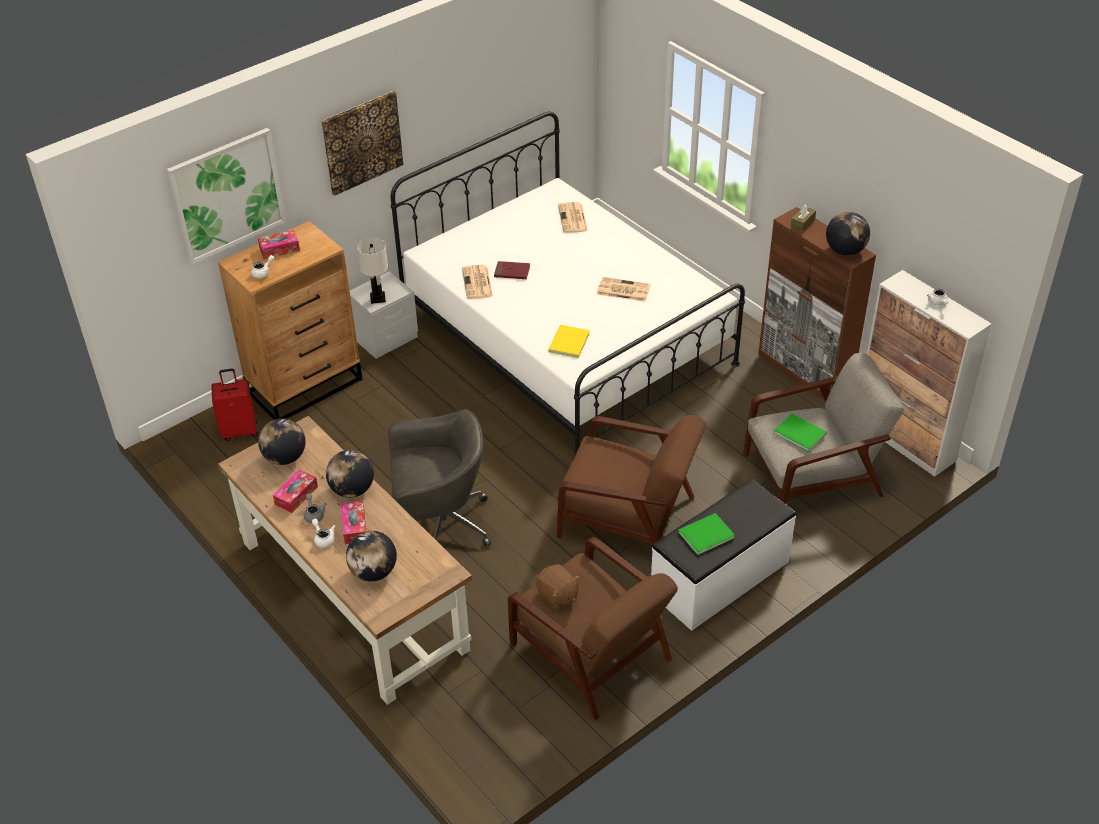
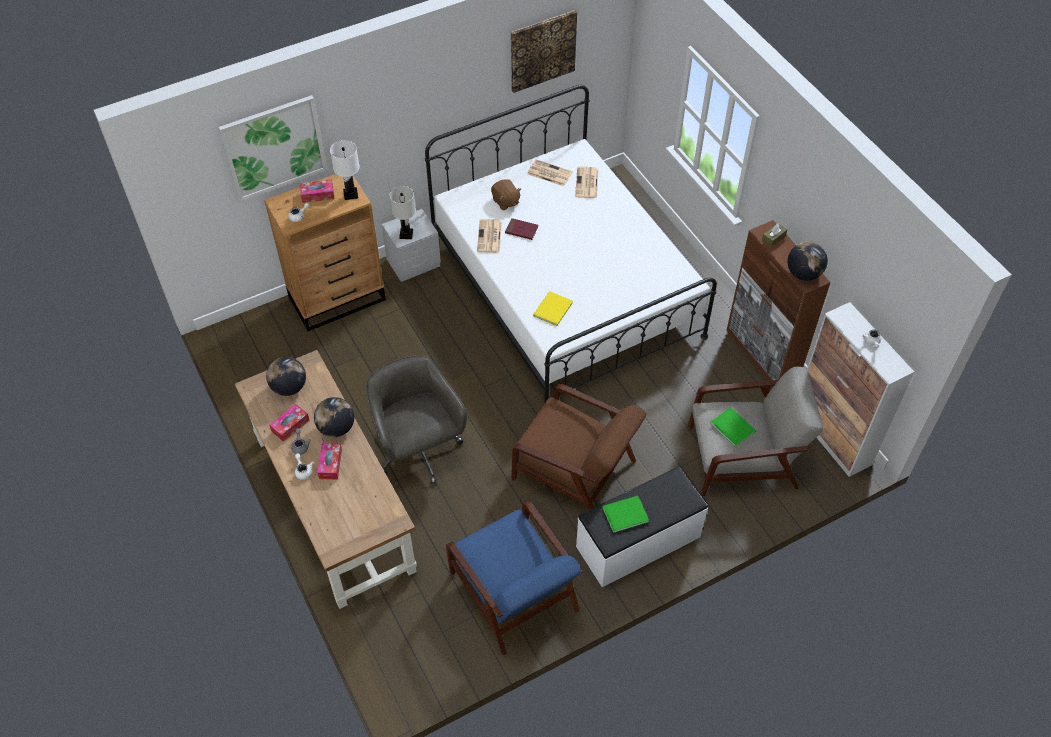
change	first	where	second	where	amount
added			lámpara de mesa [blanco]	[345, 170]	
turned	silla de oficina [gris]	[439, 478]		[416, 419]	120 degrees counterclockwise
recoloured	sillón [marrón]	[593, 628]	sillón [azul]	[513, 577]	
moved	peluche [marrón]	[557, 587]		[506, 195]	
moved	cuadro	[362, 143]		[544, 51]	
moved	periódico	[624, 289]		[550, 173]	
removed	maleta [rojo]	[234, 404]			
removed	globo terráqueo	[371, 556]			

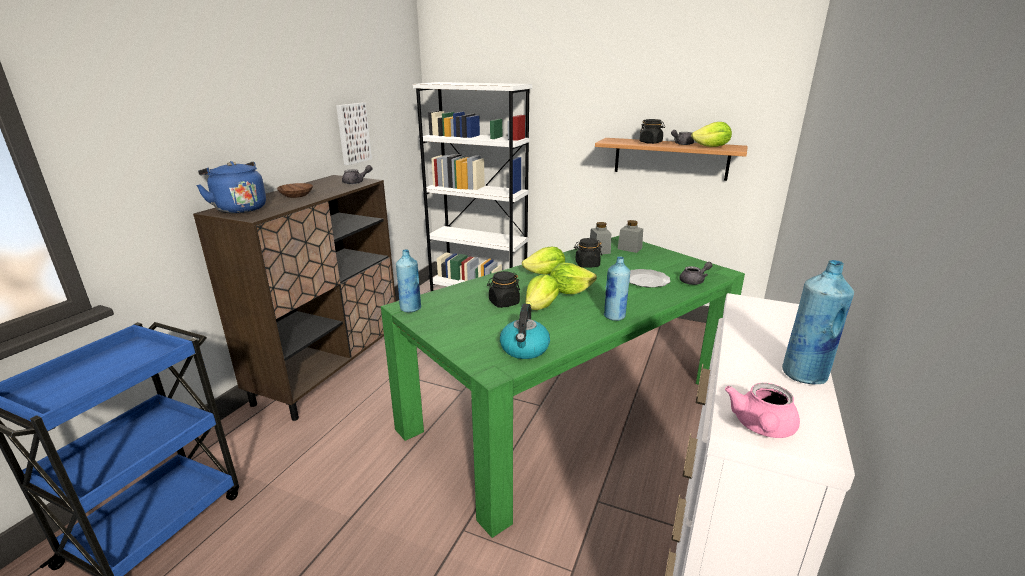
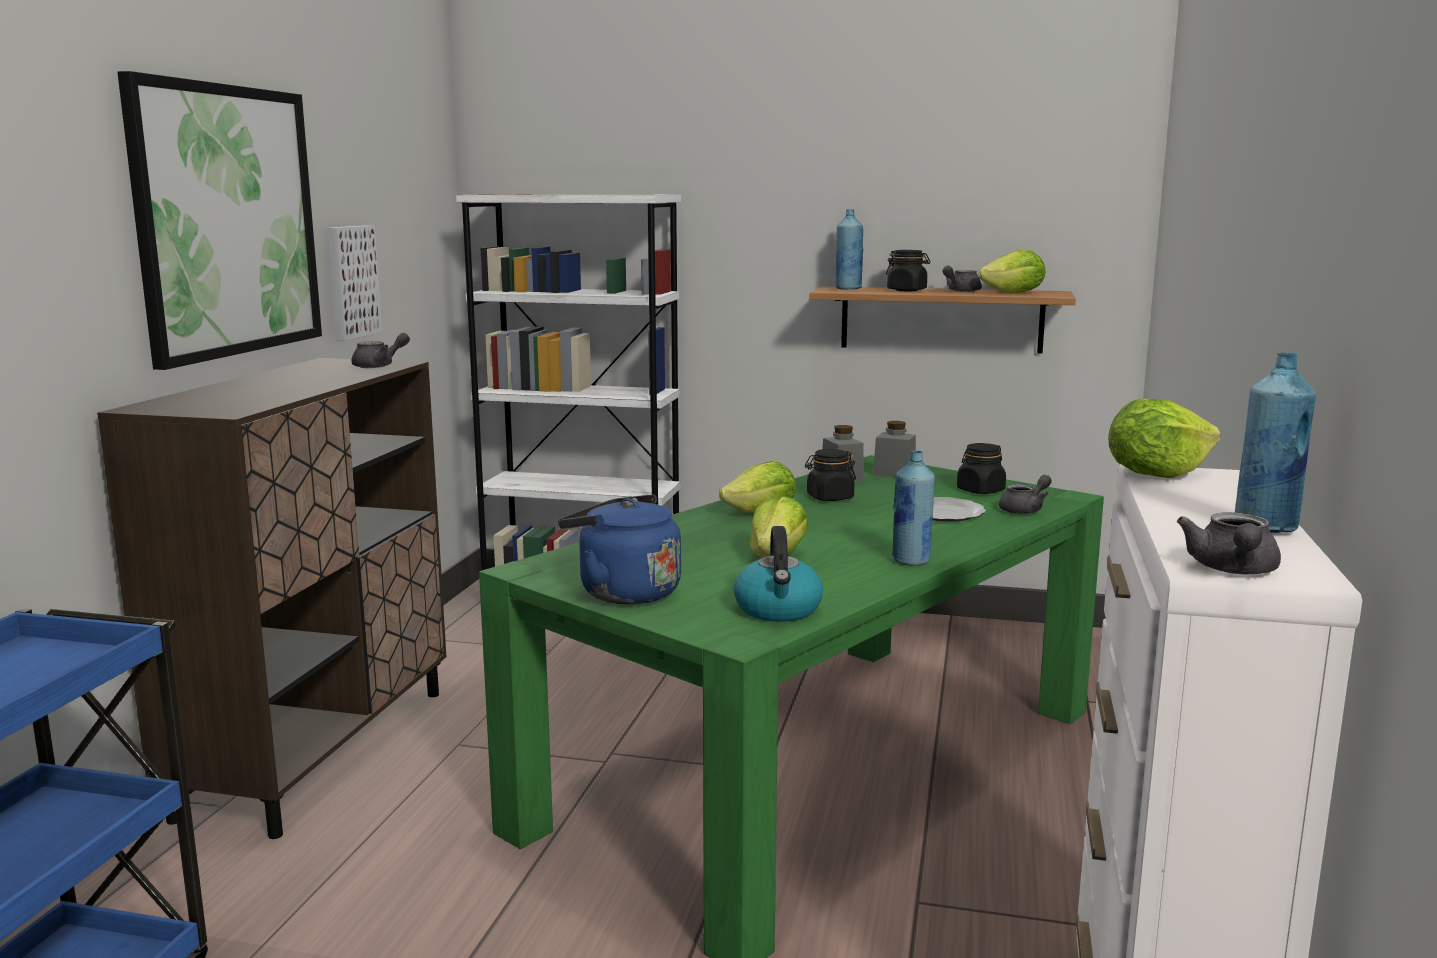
change	first	where	second	where	amount
added			cuadro	[219, 220]	
moved	hervidor [azul]	[231, 187]		[619, 550]	
moved	botella [azul]	[408, 281]		[849, 249]	
moved	tarro [negro]	[503, 289]		[981, 468]	
moved	lechuga	[573, 278]		[1164, 438]	
recoloured	tetera [rosa]	[762, 410]	tetera [gris]	[1229, 543]	
removed	cuenco [marrón]	[295, 190]			

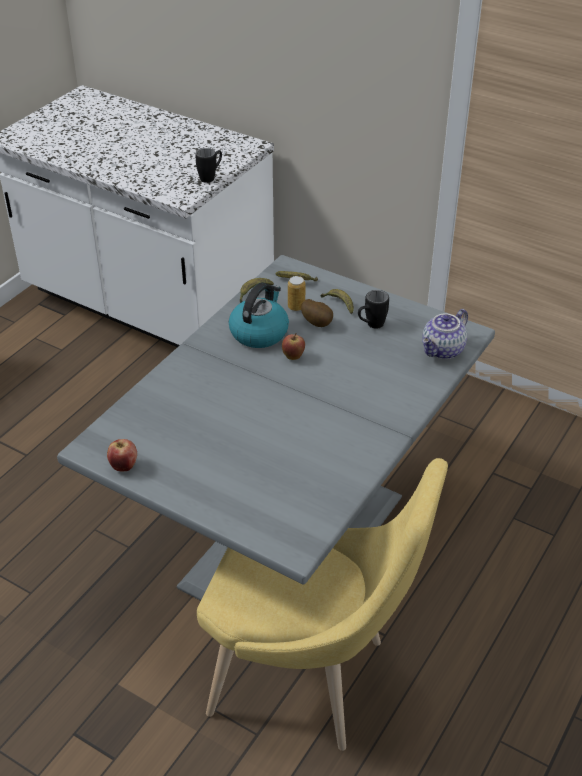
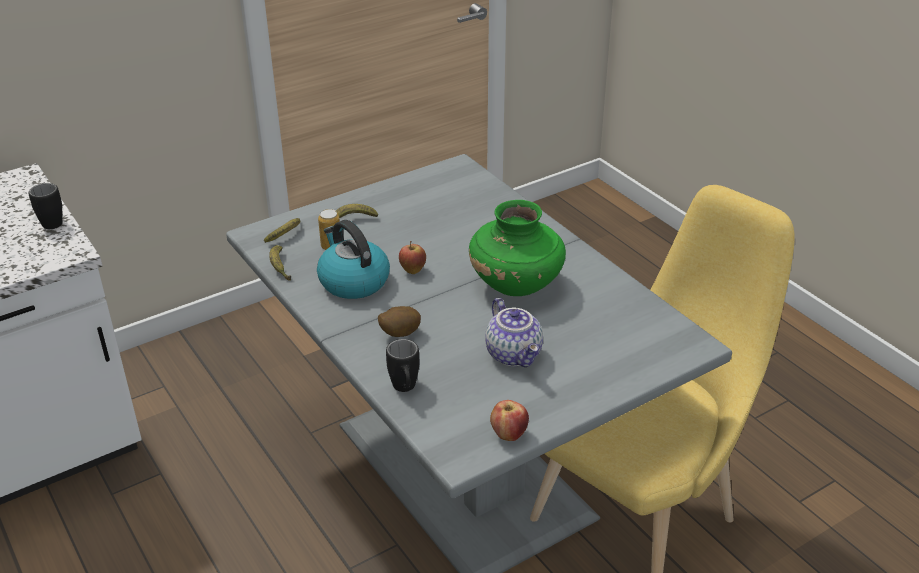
change	first	where	second	where	amount
moved	patata	[317, 313]		[399, 321]	
moved	taza grande [negro]	[373, 309]		[402, 365]	
added			florero [verde]	[517, 248]	
moved	tetera	[445, 334]		[514, 332]	

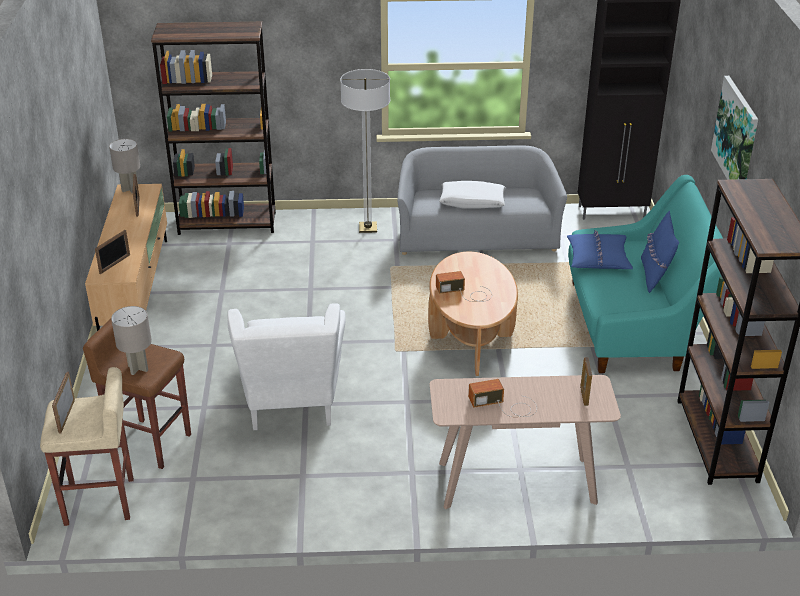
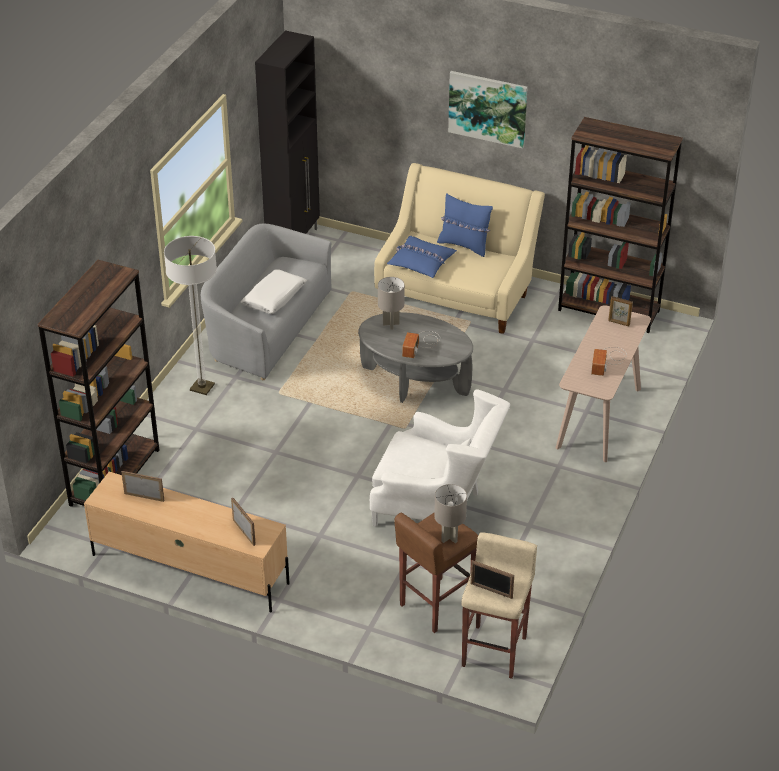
change	first	where	second	where	amount
recoloured	mesa de centro [marrón]	[473, 314]	mesa de centro [gris]	[415, 357]	
recoloured	sofá [turquesa]	[645, 274]	sofá [beis]	[459, 248]	
moved	lámpara de mesa [gris]	[124, 166]		[391, 303]	

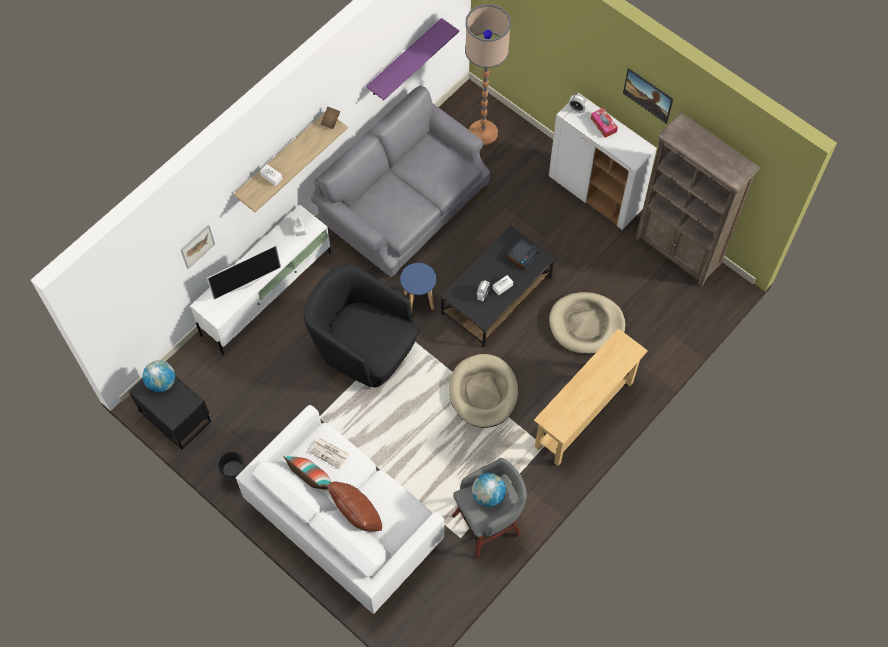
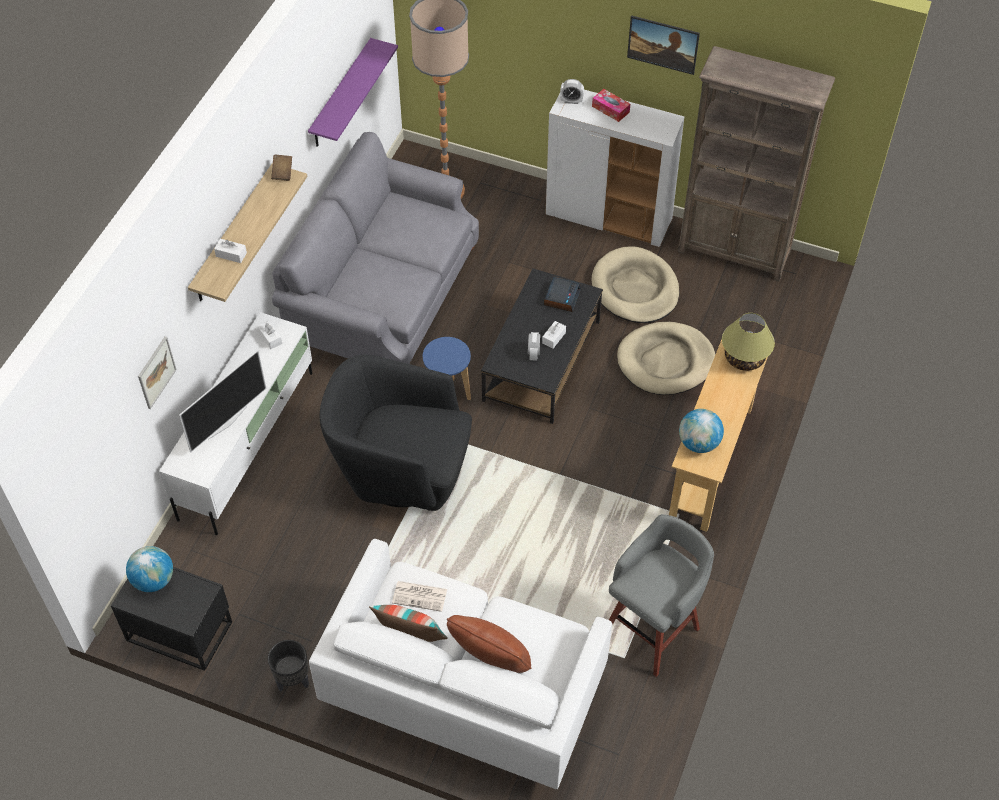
change	first	where	second	where	amount
moved	cama para perro [beis]	[483, 391]		[635, 285]	
moved	globo terráqueo	[489, 490]		[701, 431]	
added			lámpara de mesa	[748, 342]	

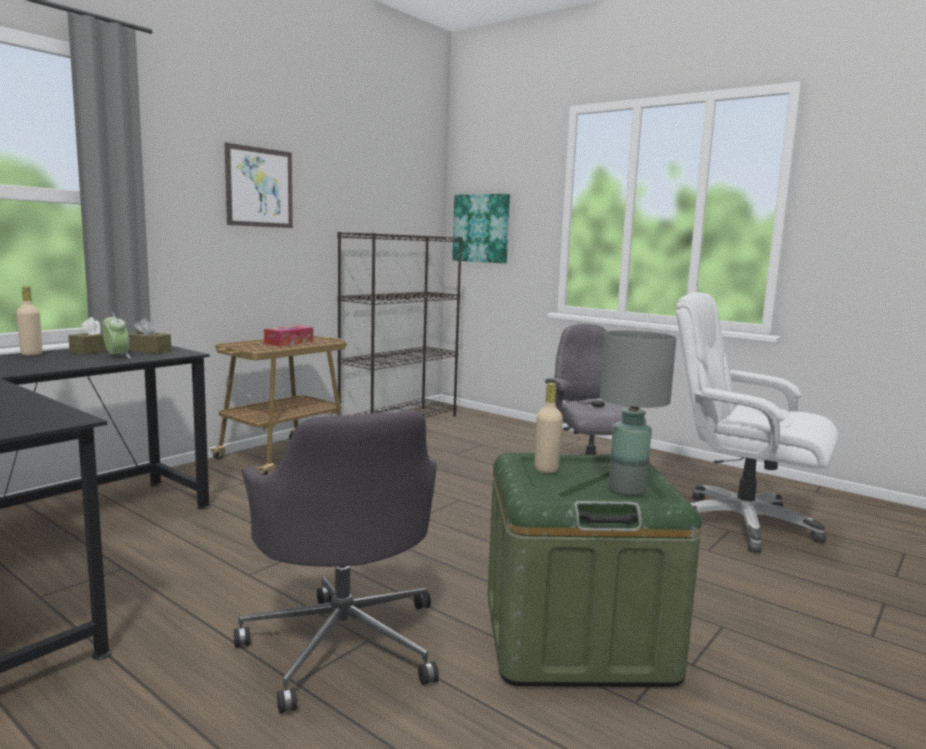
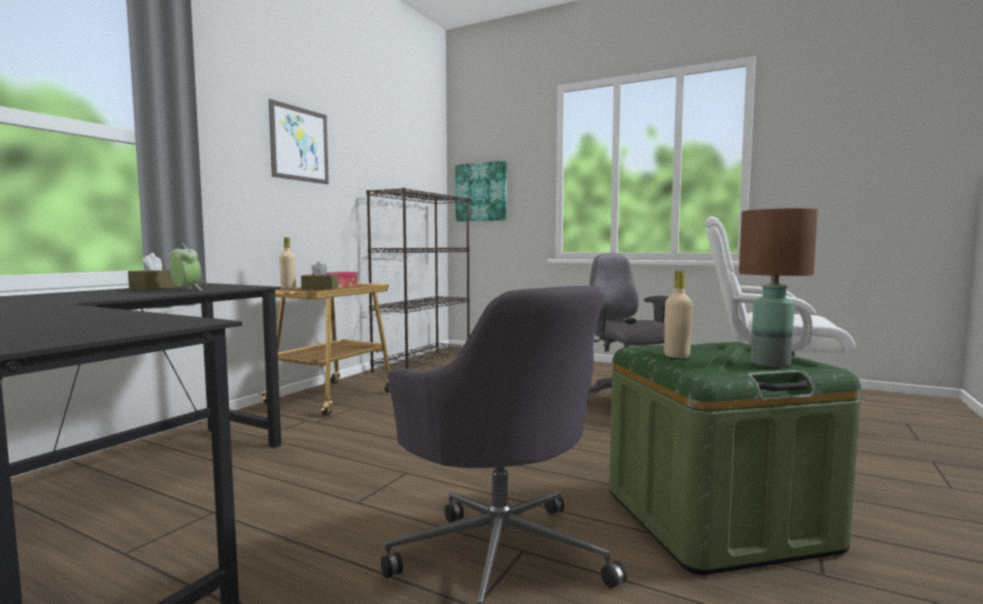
change	first	where	second	where	amount
moved	botella [beis]	[29, 321]		[287, 263]	
moved	caja de pañuelos [marrón]	[149, 336]		[319, 276]	
recoloured	lámpara de mesa [gris]	[638, 413]	lámpara de mesa [marrón]	[778, 287]	

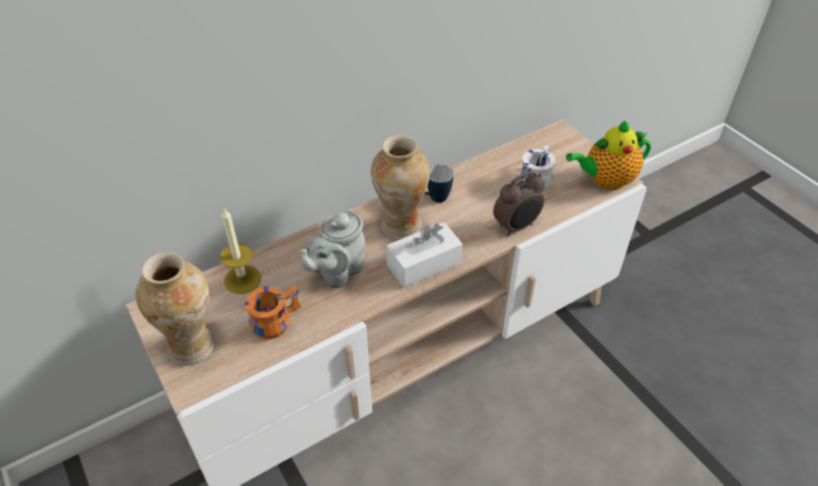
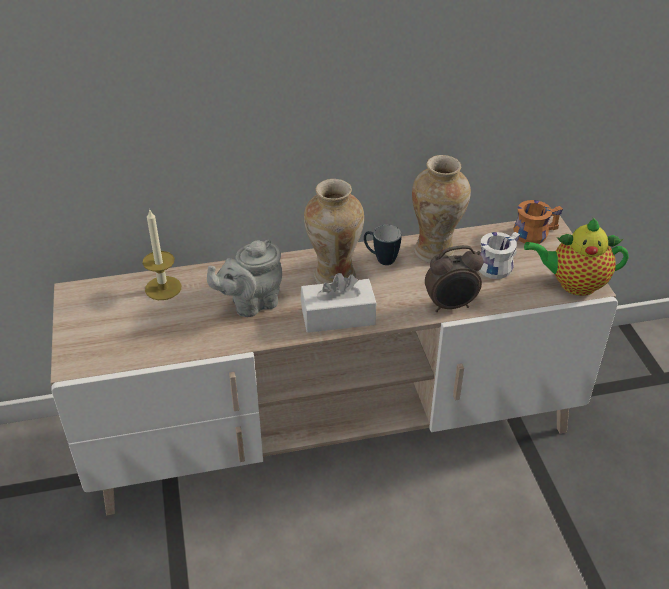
change	first	where	second	where	amount
moved	florero	[175, 308]		[441, 209]	
moved	taza grande [naranja]	[273, 312]		[538, 222]	

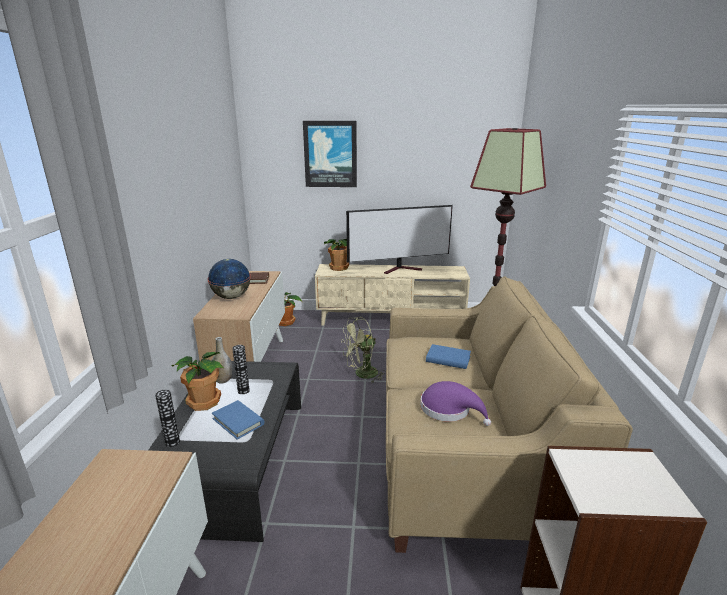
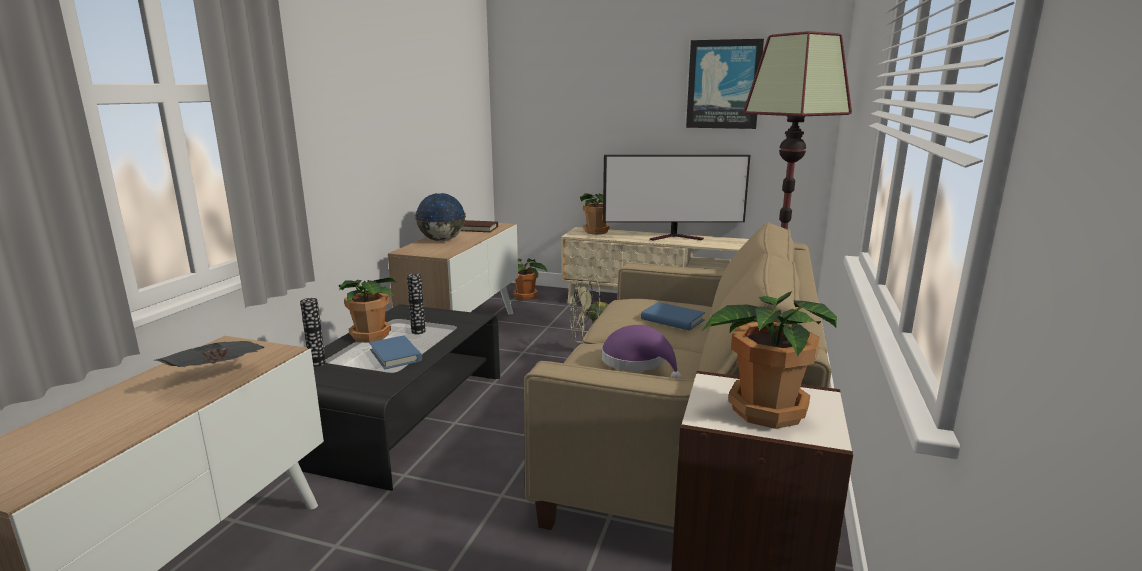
change	first	where	second	where	amount
added			periódico	[209, 354]	
moved	cuadro	[330, 154]		[725, 84]	
added			planta en maceta	[769, 360]	
removed	florero [gris]	[222, 360]			

